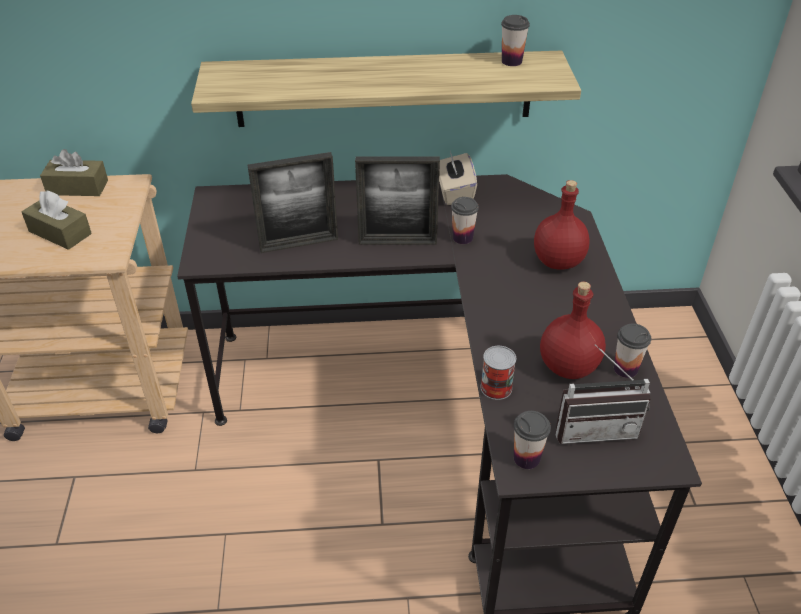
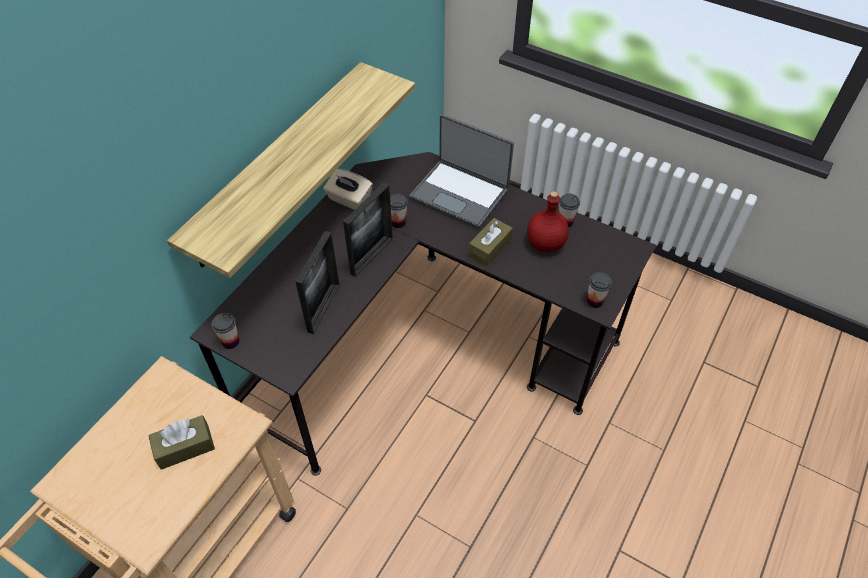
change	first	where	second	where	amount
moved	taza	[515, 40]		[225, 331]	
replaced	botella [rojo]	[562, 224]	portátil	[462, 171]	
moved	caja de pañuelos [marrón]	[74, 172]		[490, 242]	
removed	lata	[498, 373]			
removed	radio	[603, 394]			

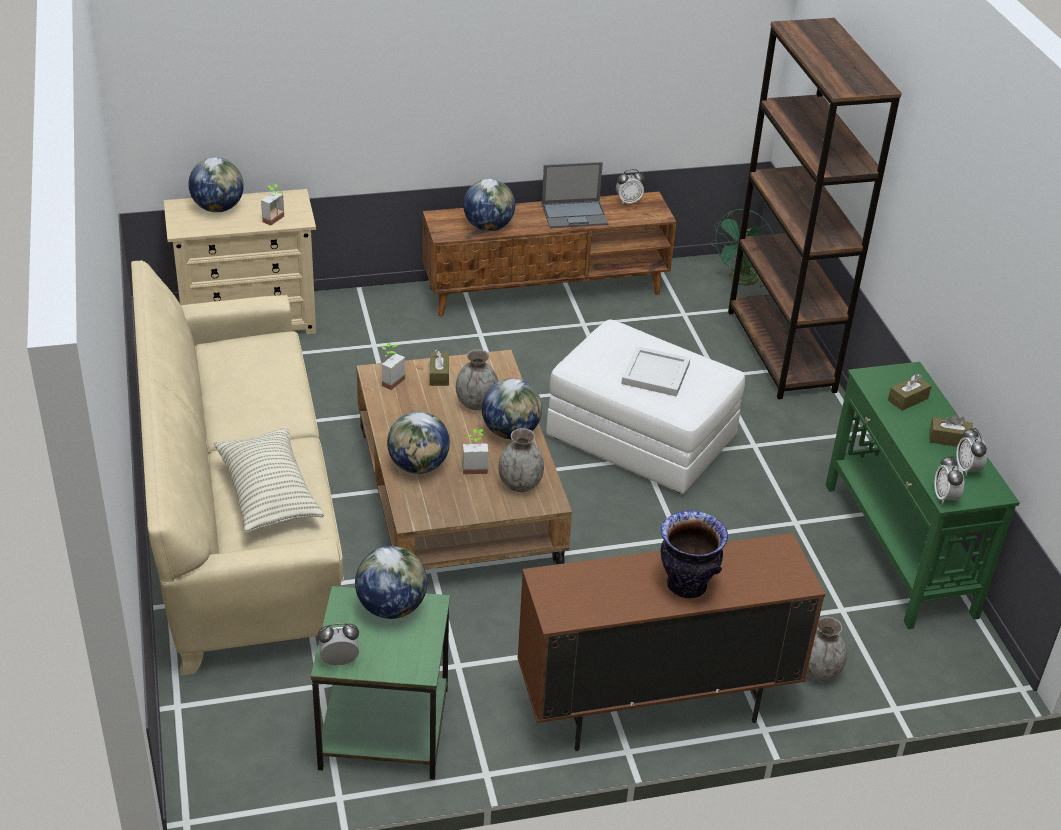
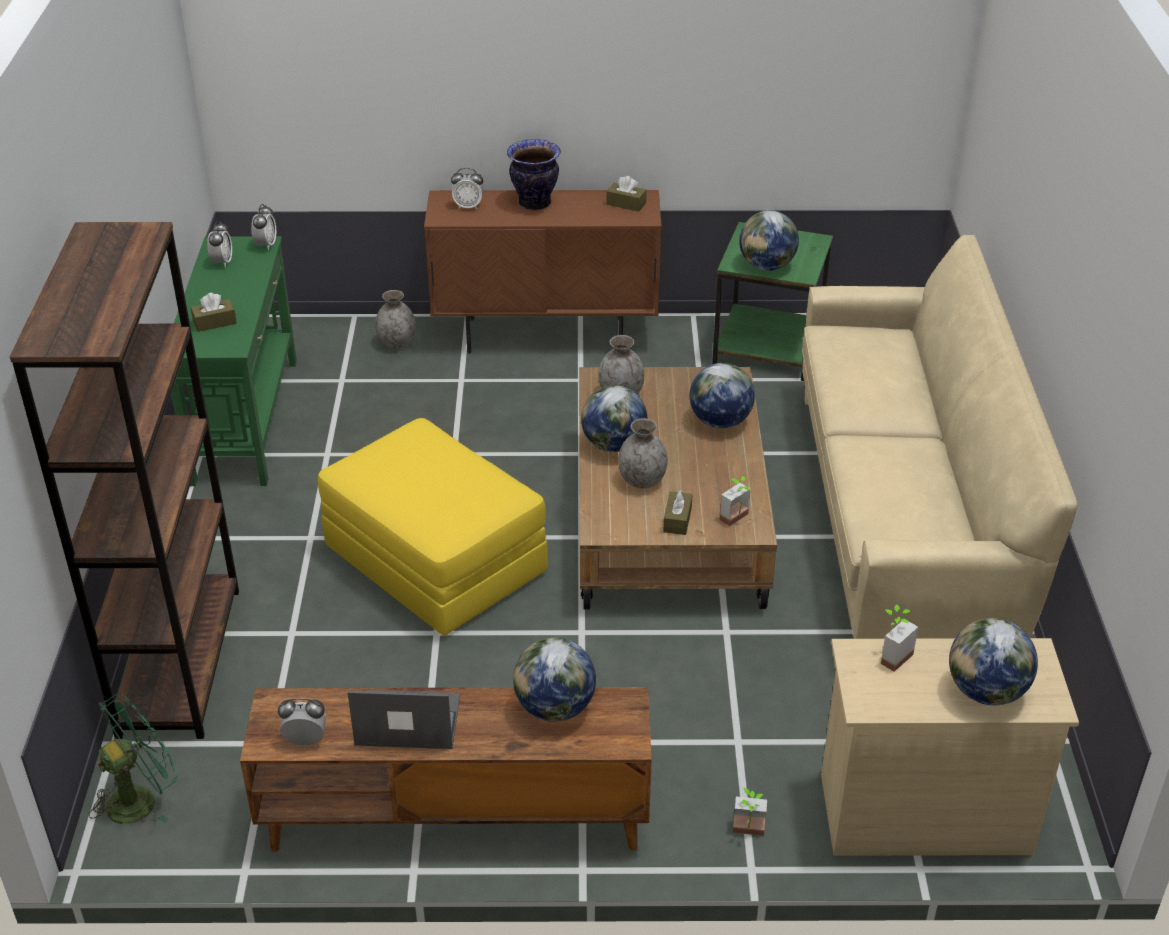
change	first	where	second	where	amount
recoloured	puf [blanco]	[645, 407]	puf [amarillo]	[433, 527]	
moved	despertador	[338, 644]		[467, 188]	
moved	caja de pañuelos [marrón]	[951, 430]		[626, 194]	
moved	planta en maceta	[475, 452]		[750, 812]	
removed	cojín	[269, 479]			
removed	bandeja [blanco]	[655, 371]			

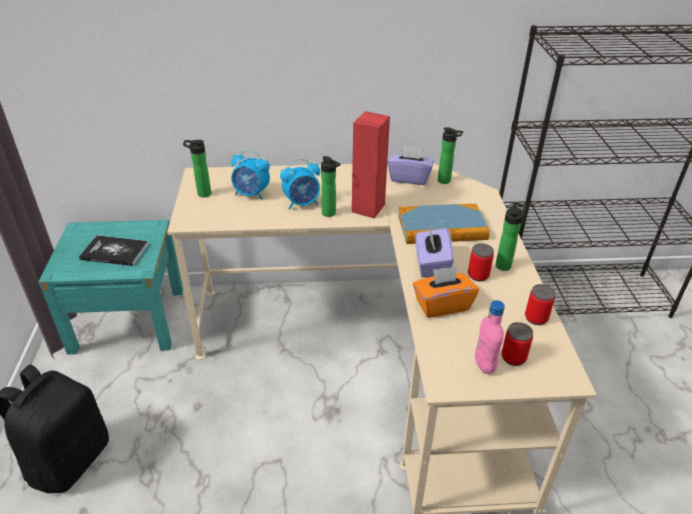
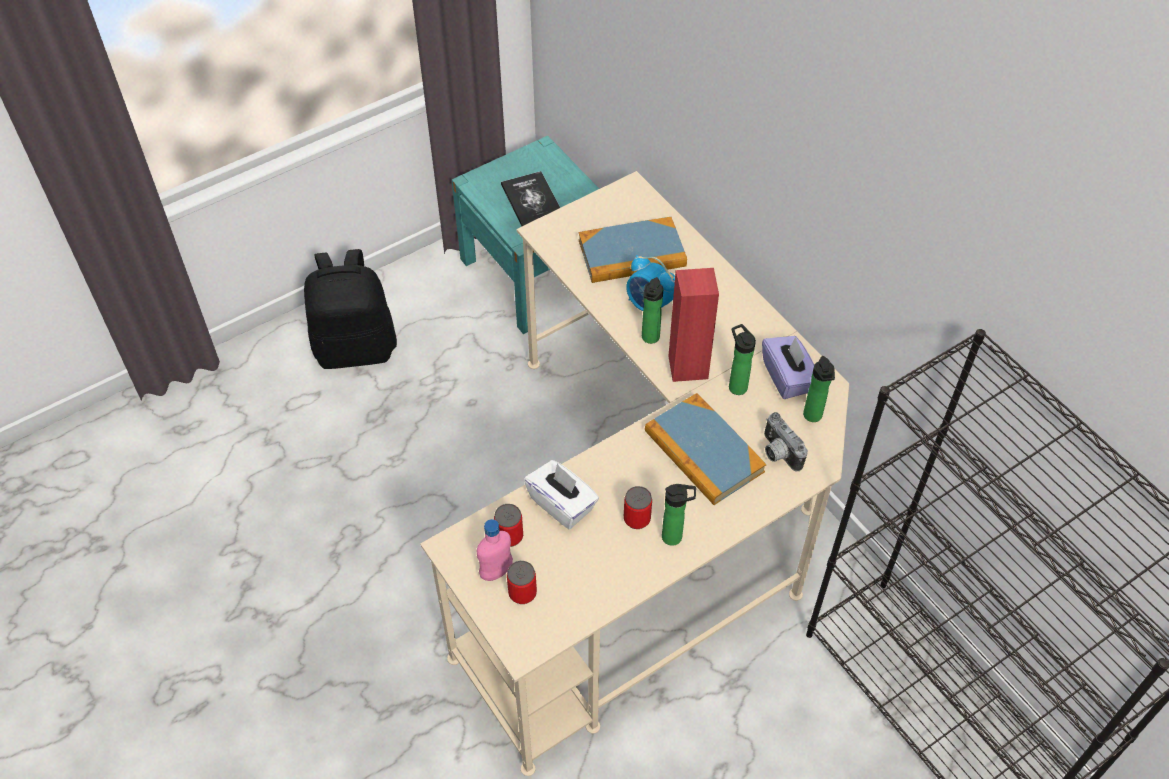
change	first	where	second	where	amount
moved	lata	[540, 304]		[508, 525]	
recoloured	caja de pañuelos [naranja]	[446, 292]	caja de pañuelos [blanco]	[561, 494]	
replaced	despertador	[250, 175]	libro	[633, 250]	
moved	botella	[197, 168]		[742, 359]	
added			cámara	[786, 441]	
removed	caja de pañuelos [morado]	[434, 252]			

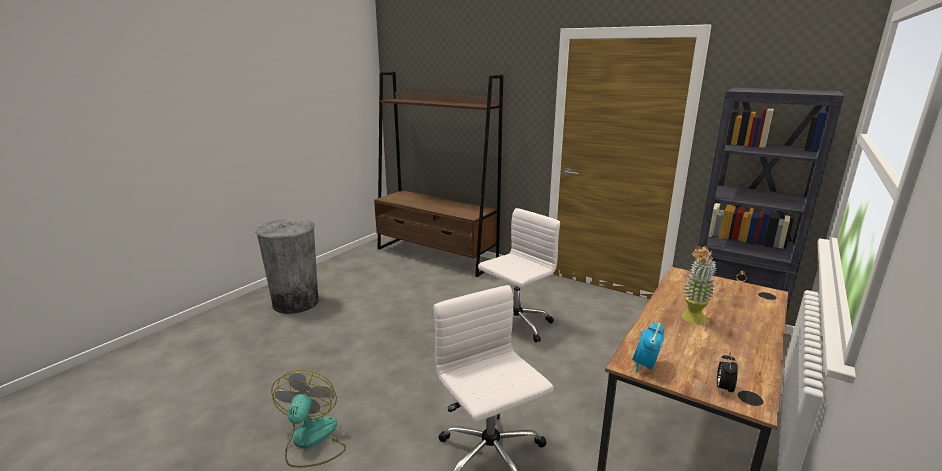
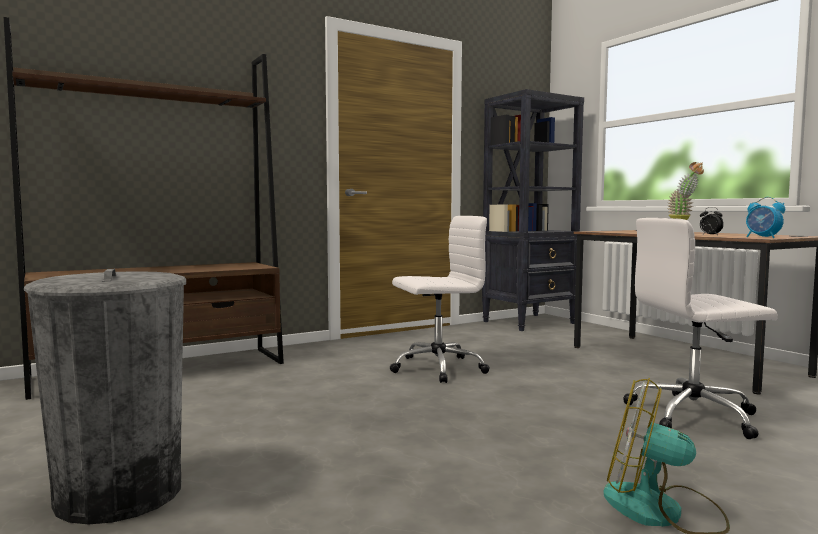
change	first	where	second	where	amount
turned	silla de oficina [blanco]	[519, 275]		[440, 299]	90 degrees clockwise
moved	despertador	[727, 373]		[712, 220]	

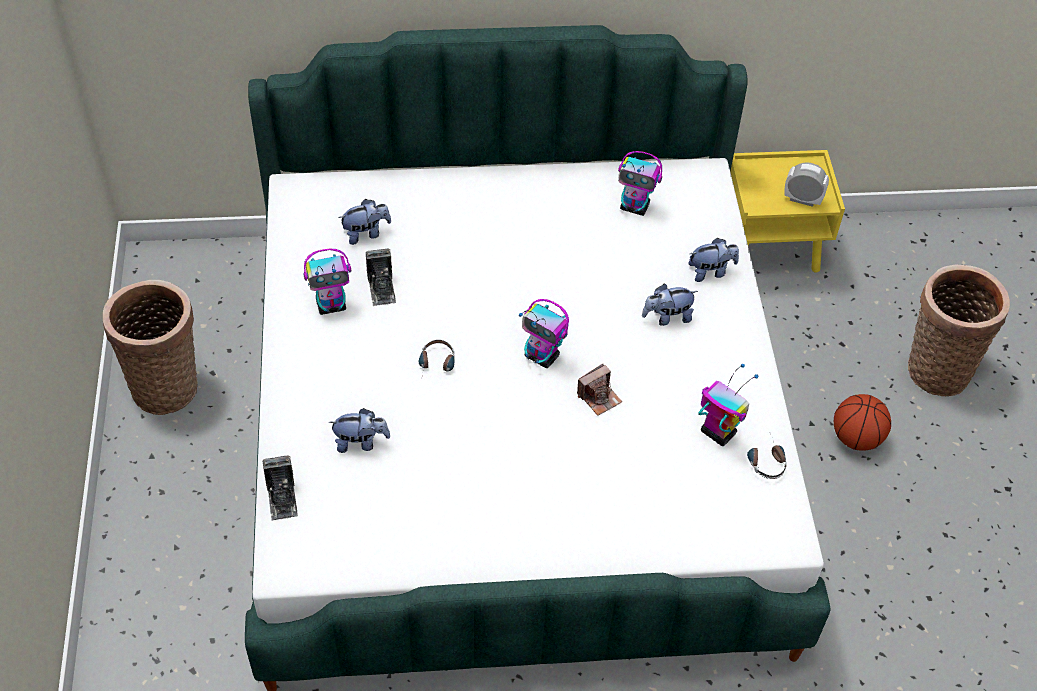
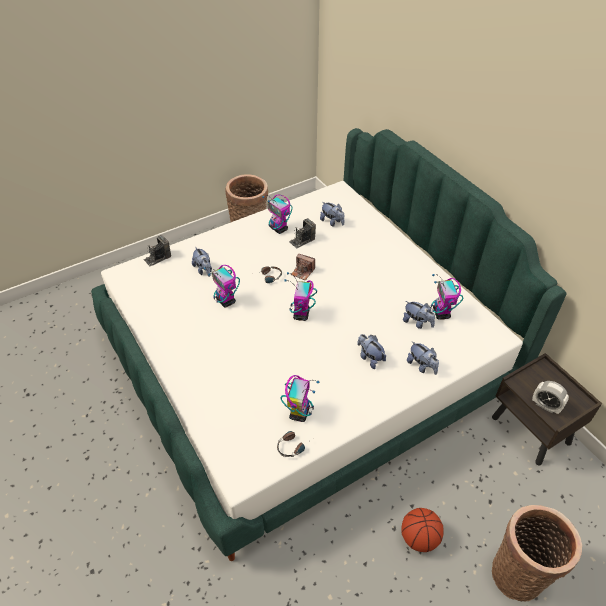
change	first	where	second	where	amount
added			robot de juguete	[221, 286]	
moved	cámara	[599, 390]		[303, 267]	
added			peluche	[419, 315]	
recoloured	mesita de noche [amarillo]	[787, 211]	mesita de noche [marrón]	[547, 409]	
turned	despertador	[806, 184]		[550, 397]	135 degrees clockwise

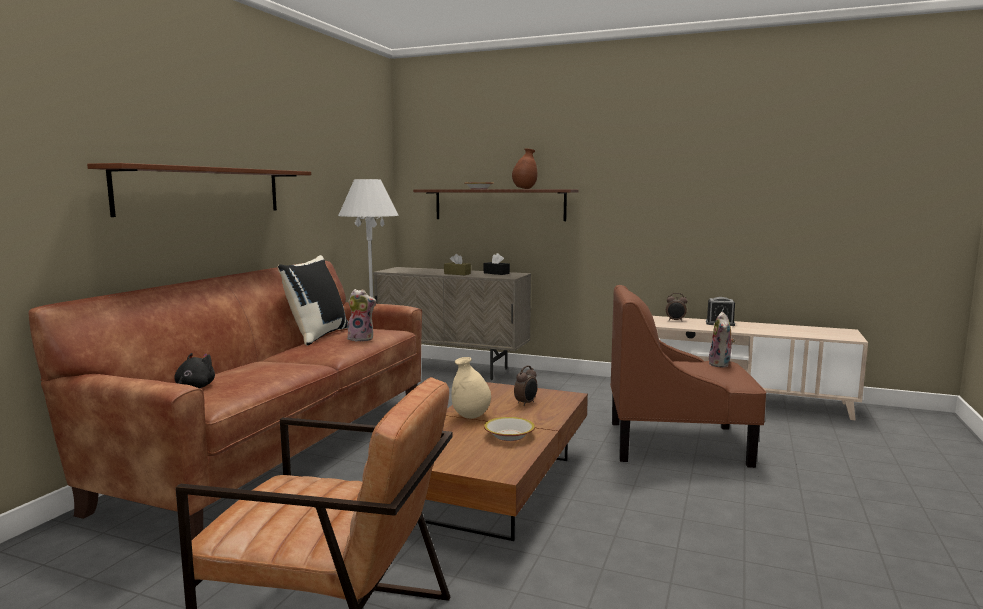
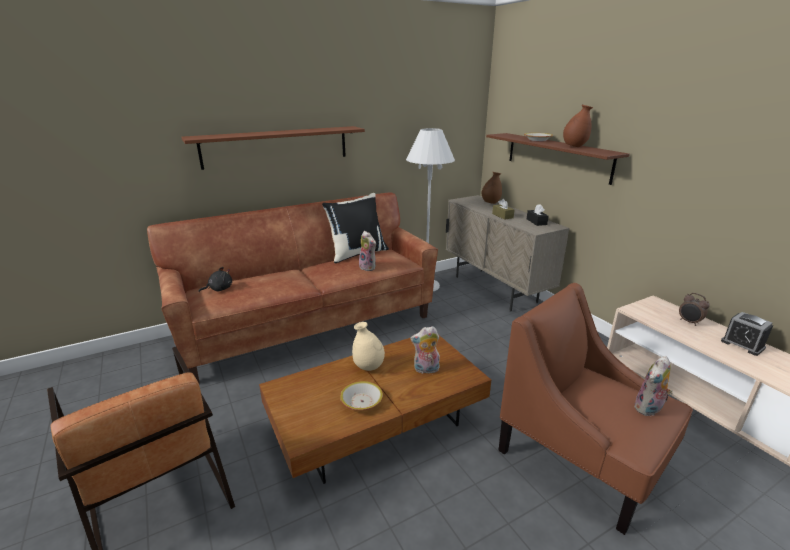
change	first	where	second	where	amount
replaced	despertador	[526, 386]	peluche	[425, 350]	
added			florero [marrón]	[491, 188]	

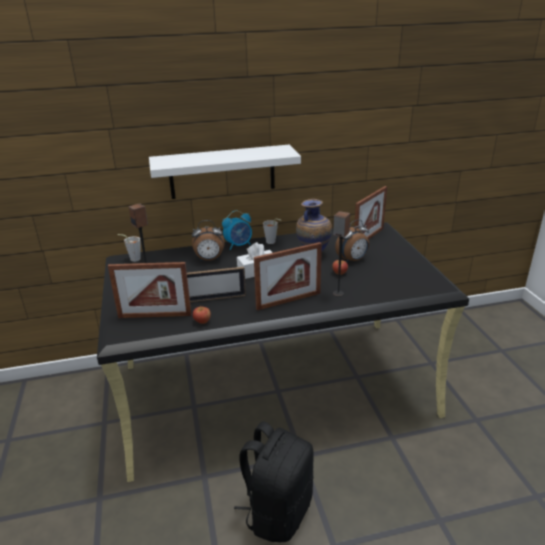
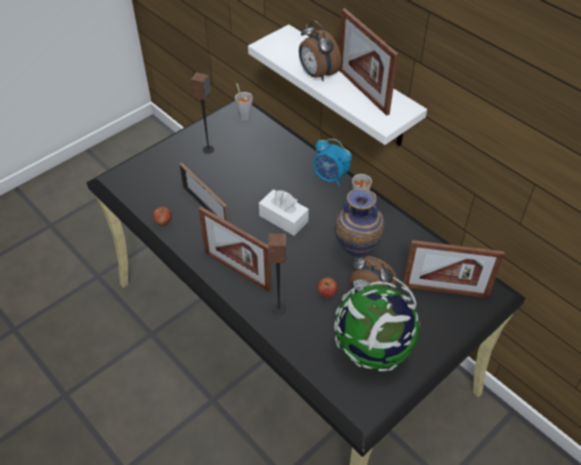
change	first	where	second	where	amount
moved	despertador	[208, 240]		[320, 50]	
added			globo terráqueo	[377, 324]	
moved	portarretratos	[150, 290]		[368, 62]	
removed	mochila [negro]	[274, 481]			

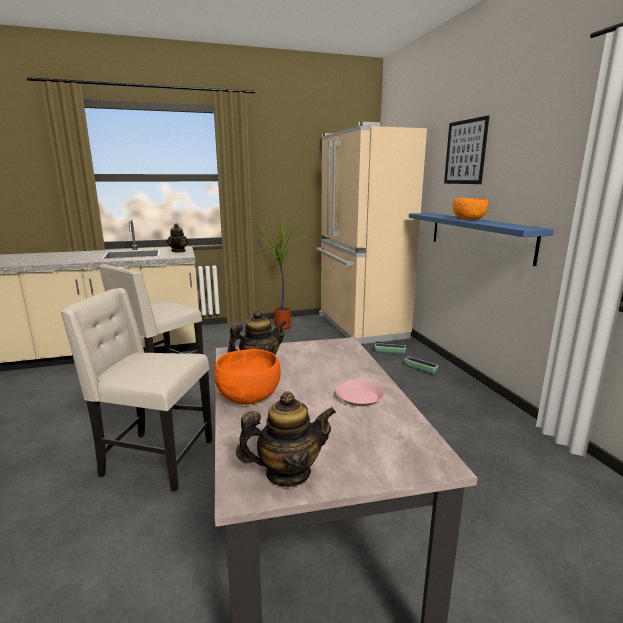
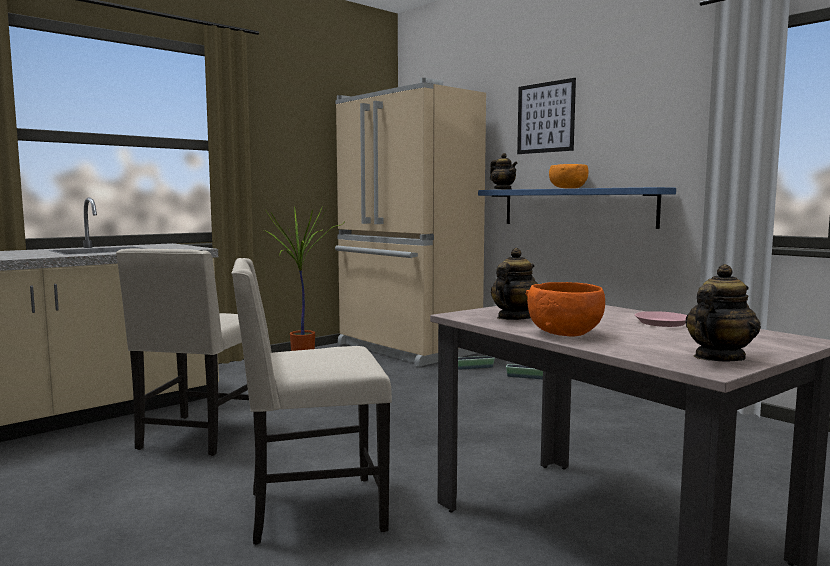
change	first	where	second	where	amount
moved	tetera	[177, 238]		[503, 171]	

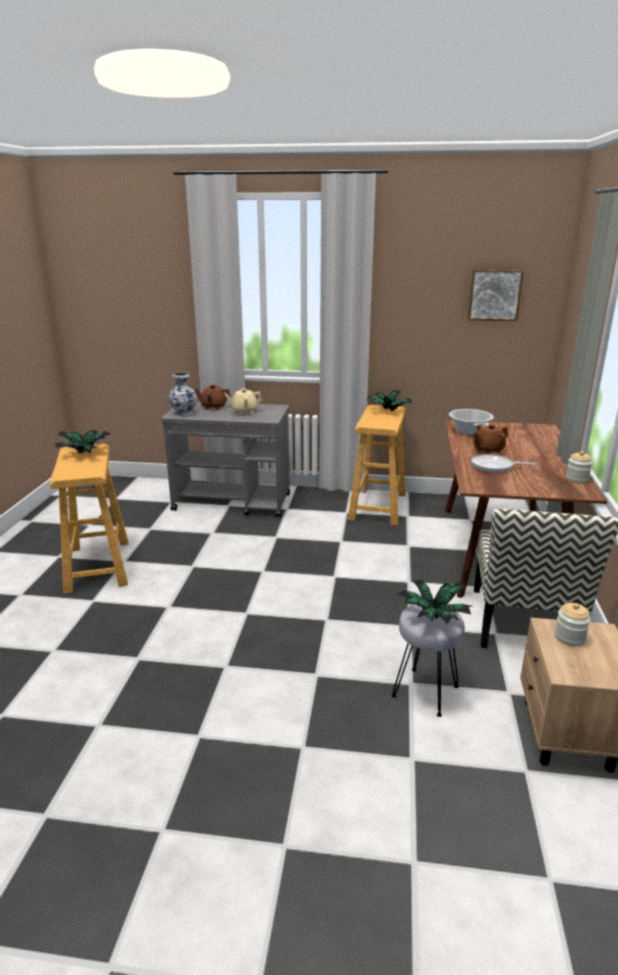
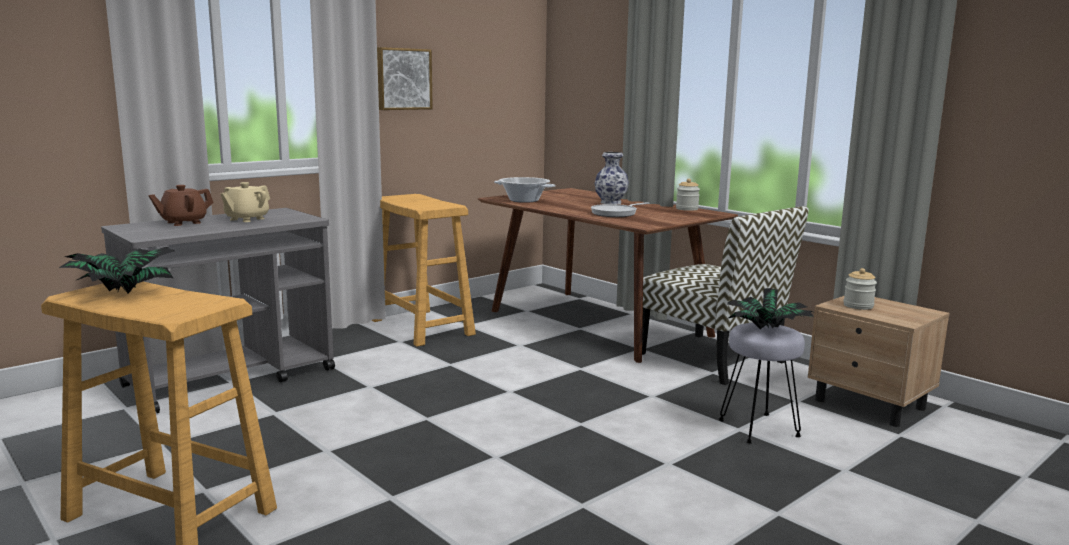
change	first	where	second	where	amount
moved	cuadro	[496, 295]		[405, 78]	
moved	florero	[183, 394]		[611, 178]	
removed	planta en maceta	[389, 400]			
removed	tetera [marrón]	[490, 439]			

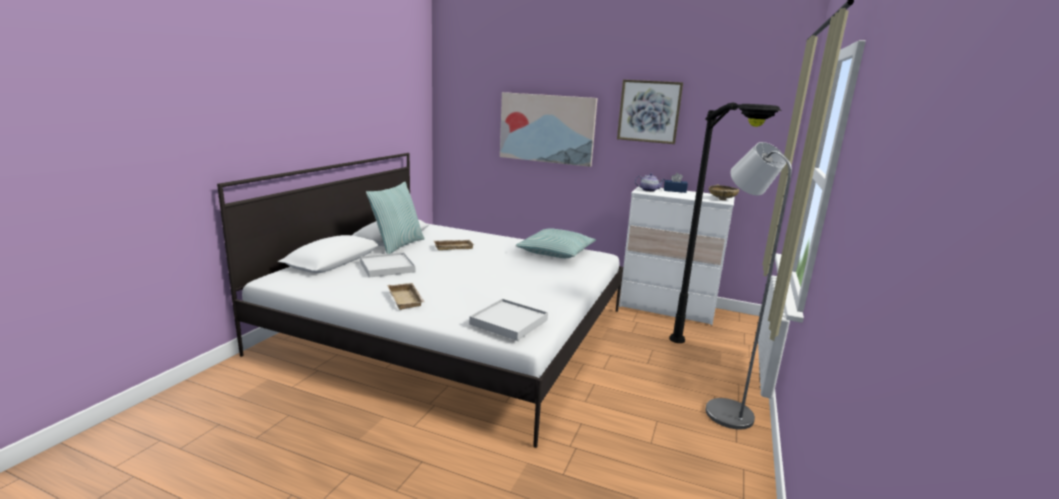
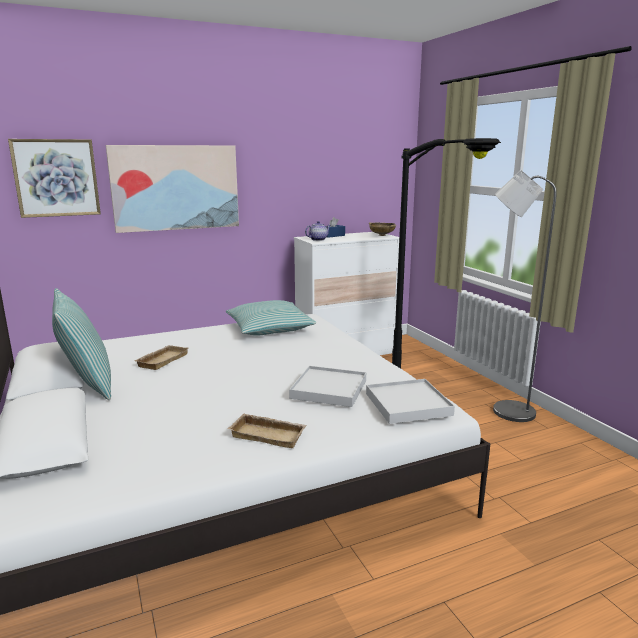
change	first	where	second	where	amount
moved	cuadro	[650, 112]		[54, 178]	
moved	bandeja [blanco]	[387, 265]		[327, 386]	

